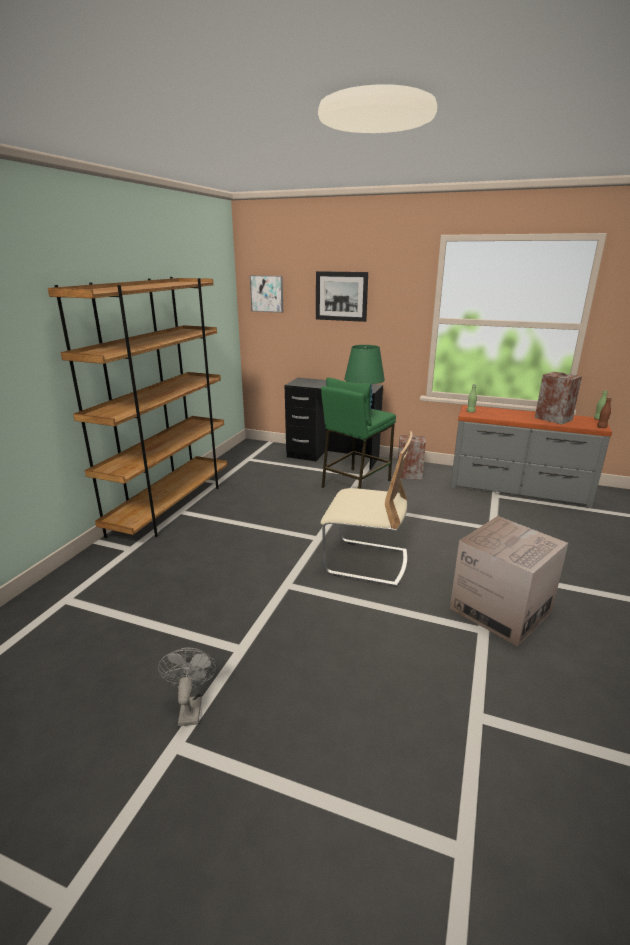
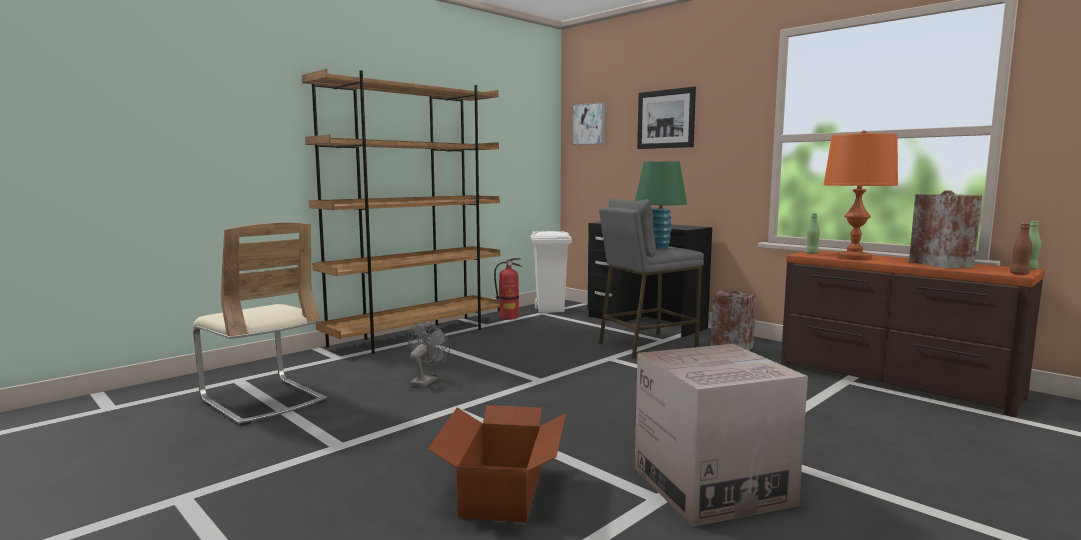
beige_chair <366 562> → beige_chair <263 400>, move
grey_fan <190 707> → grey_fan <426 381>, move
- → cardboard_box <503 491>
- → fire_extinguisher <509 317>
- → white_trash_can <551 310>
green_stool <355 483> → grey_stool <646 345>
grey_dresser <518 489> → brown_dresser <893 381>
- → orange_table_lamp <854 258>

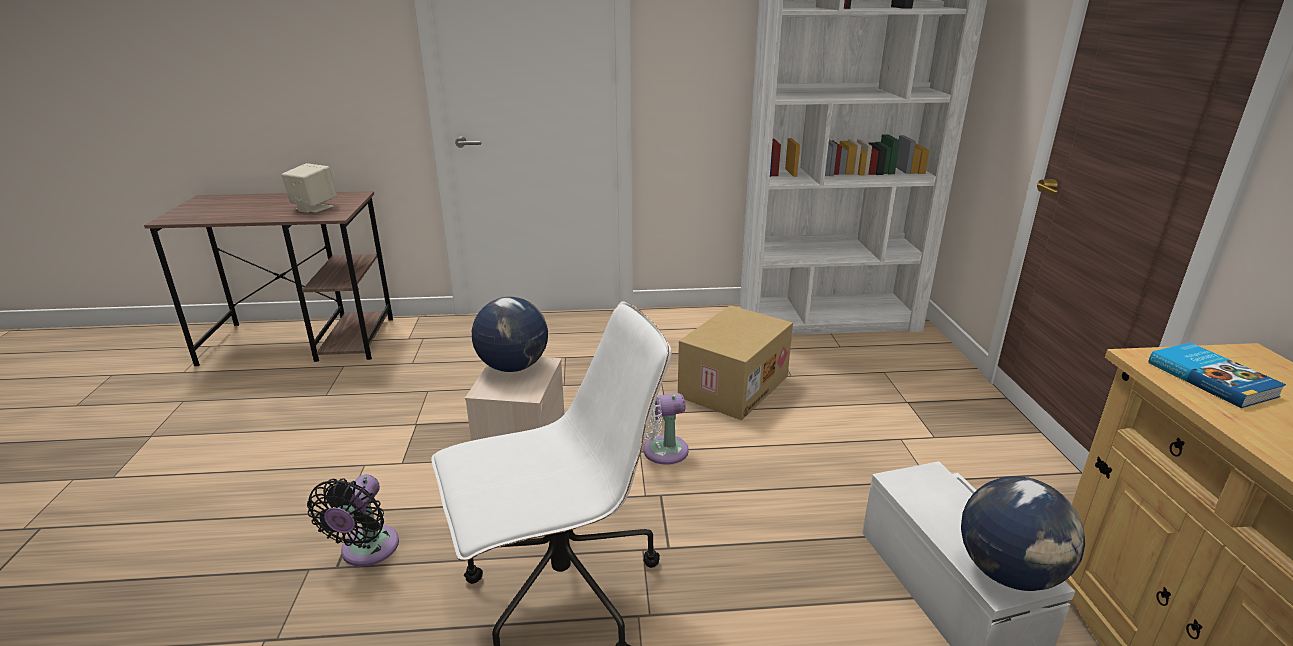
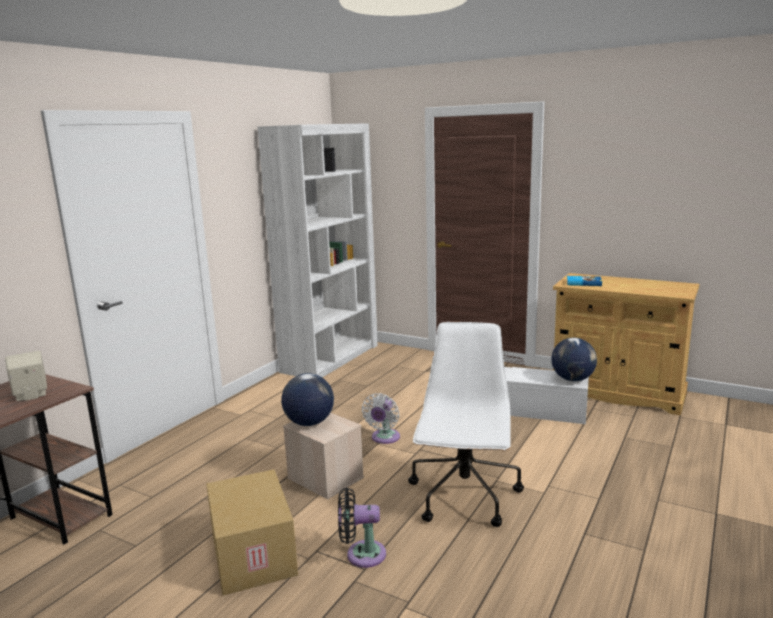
cardboard_box <732 385> → cardboard_box <251 554>, move
black_fan <367 551> → black_fan <361 554>, 135 degrees clockwise

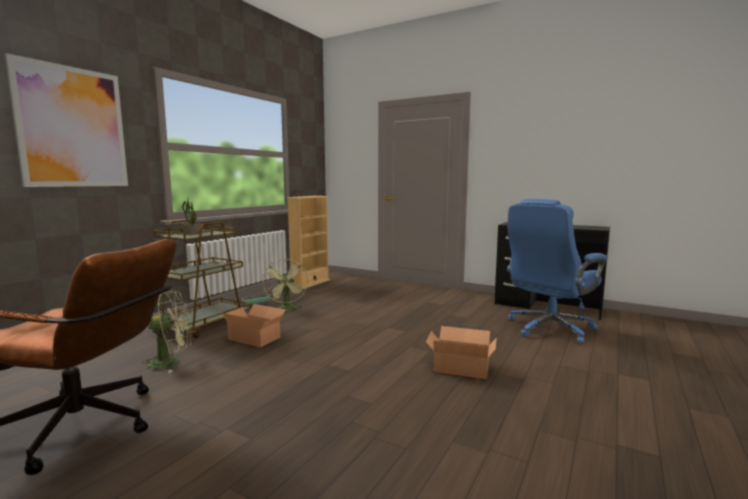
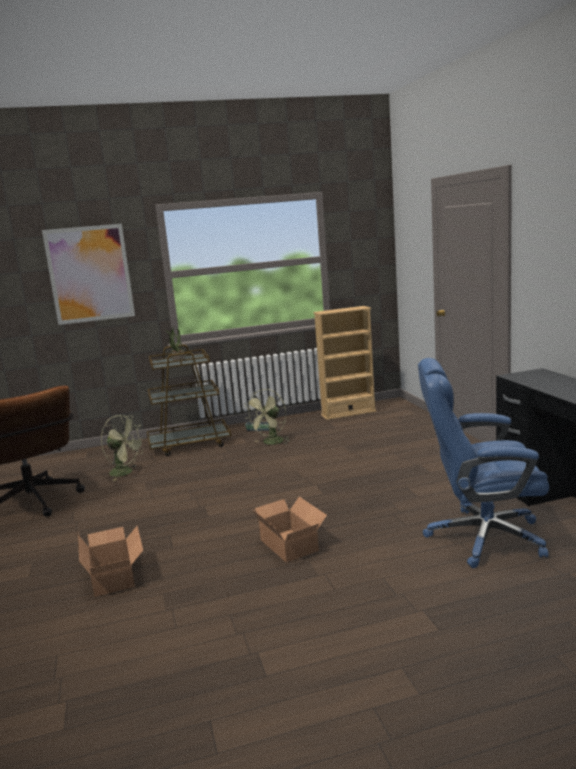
cardboard_box <254 337> → cardboard_box <115 576>, move

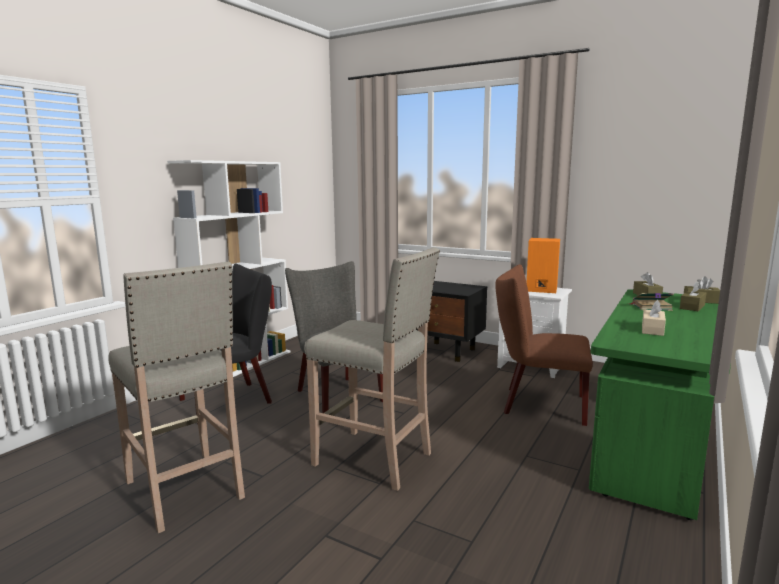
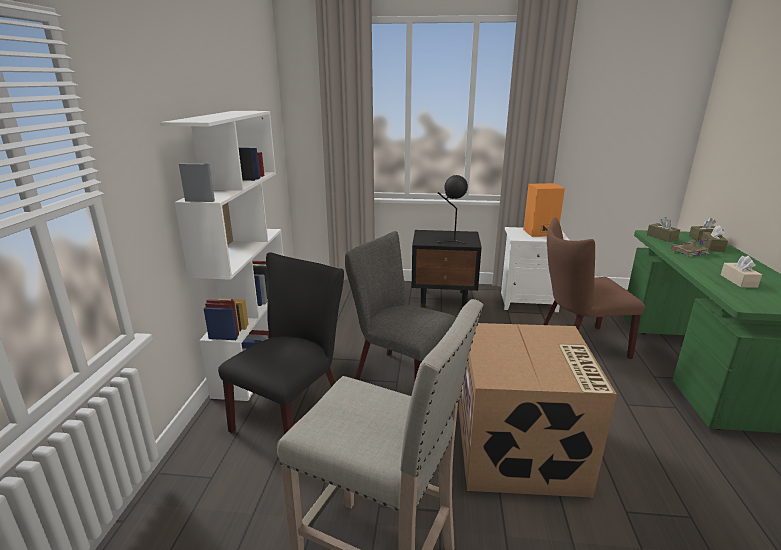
- → black_table_lamp <452 241>
beige_stool <375 460> → cardboard_box <520 450>

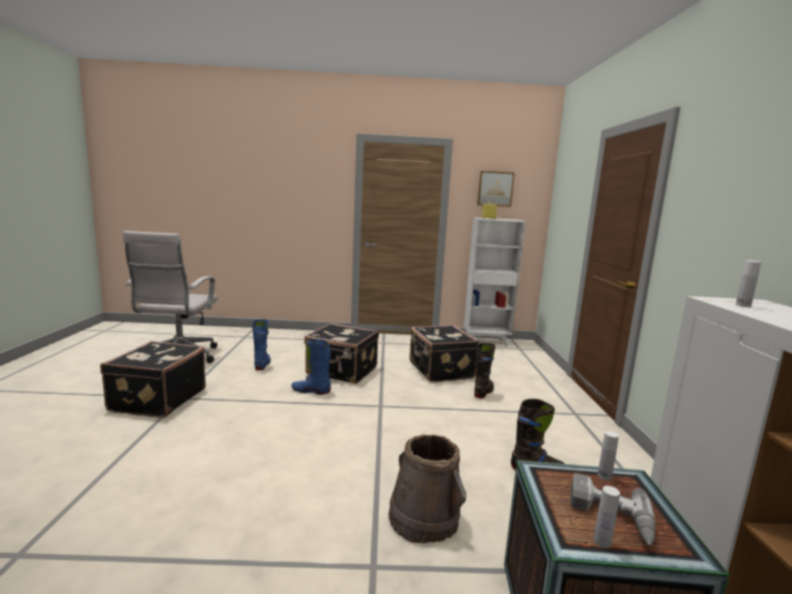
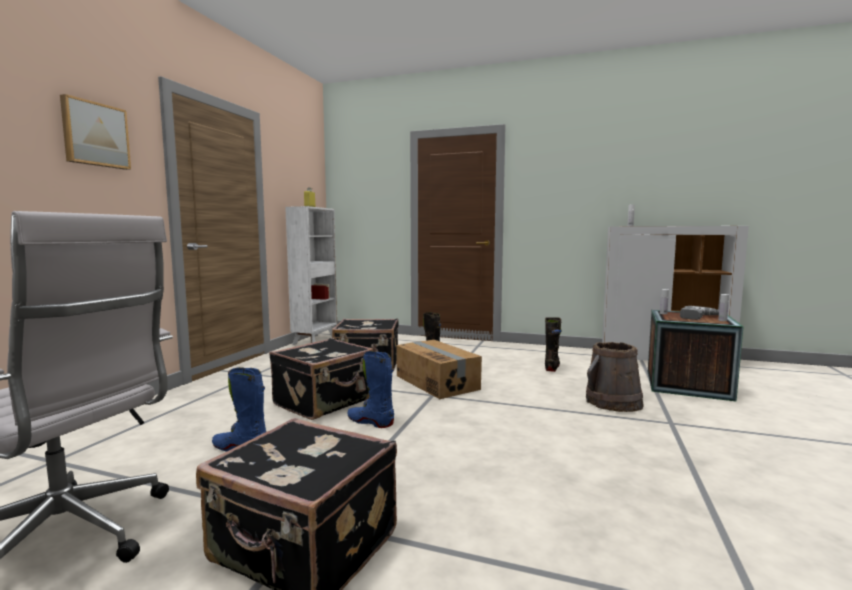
picture <495 189> → picture <95 134>, move
blue_boot <311 391> → blue_boot <370 422>, 90 degrees clockwise
- → cardboard_box <437 382>

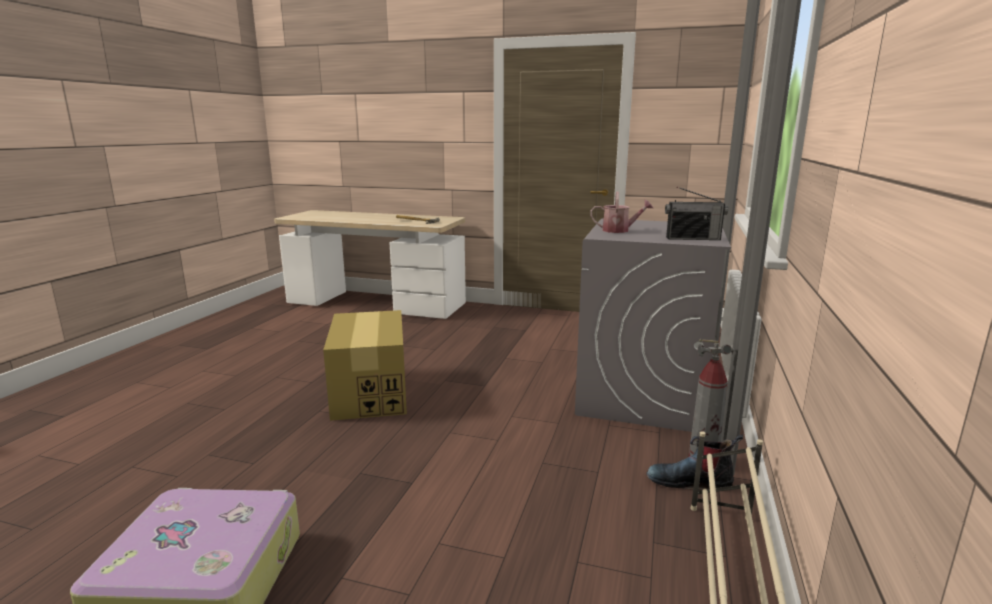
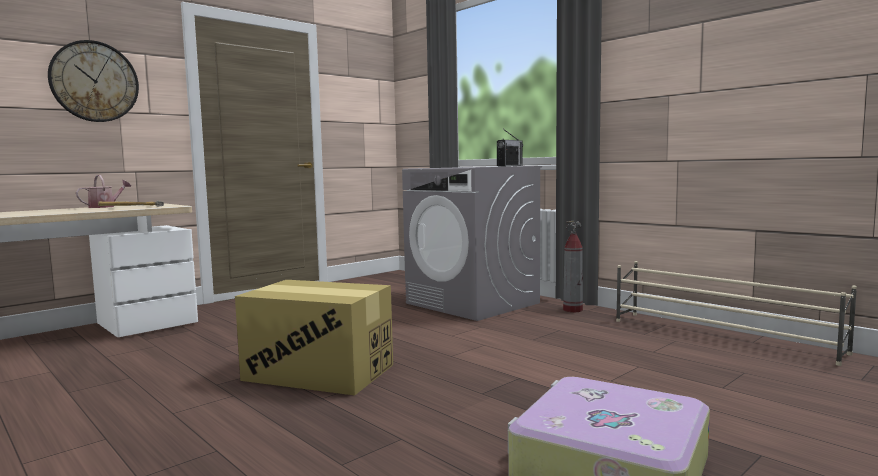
- → wall_clock <94 81>
watering_can <619 230> → watering_can <105 207>, move
boot <690 481> → -

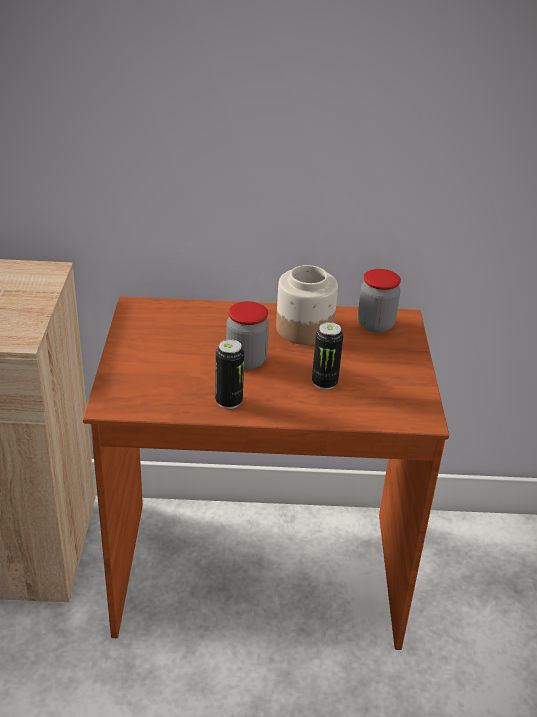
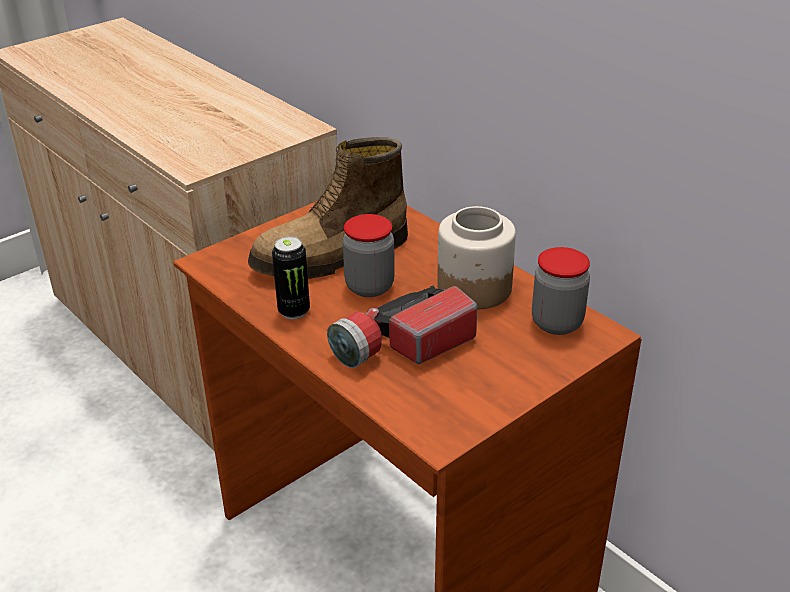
- → boot <332 257>
can <324 383> → flashlight <403 345>

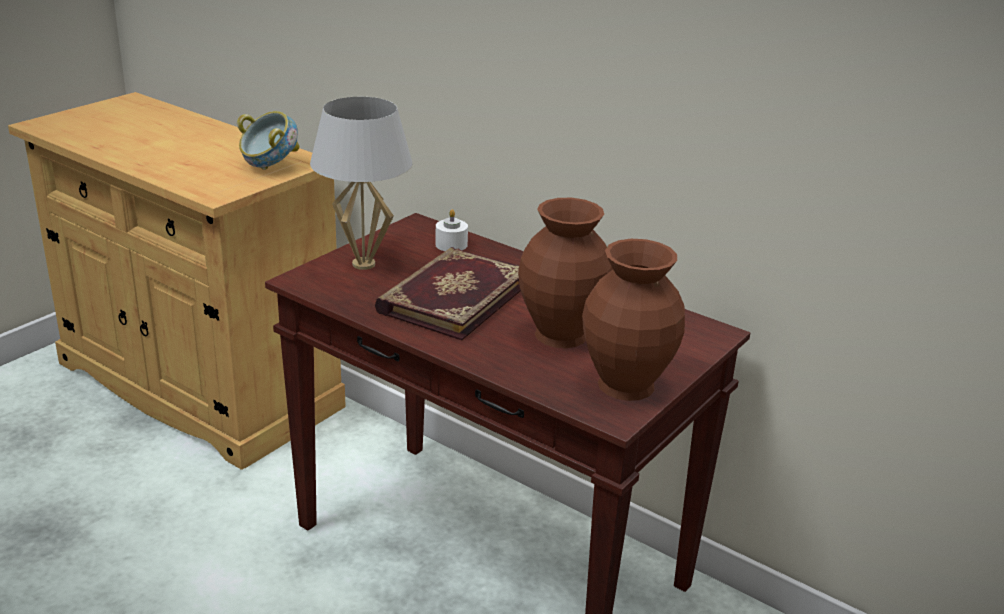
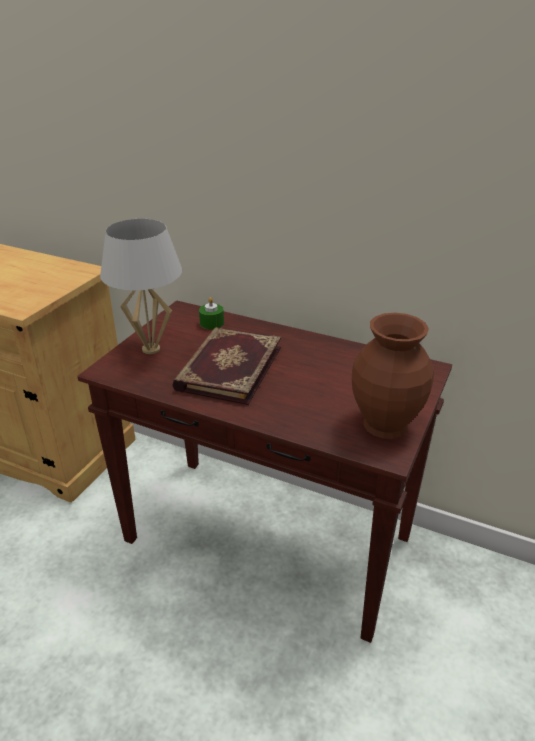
white_candle <451 245> → green_candle <212 323>
bowl <269 167> → -
brown_vase <563 335> → -

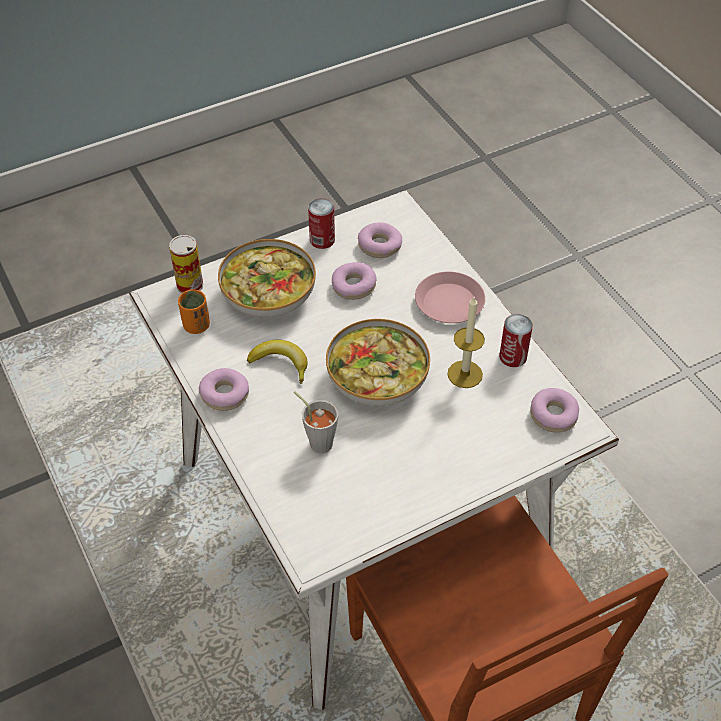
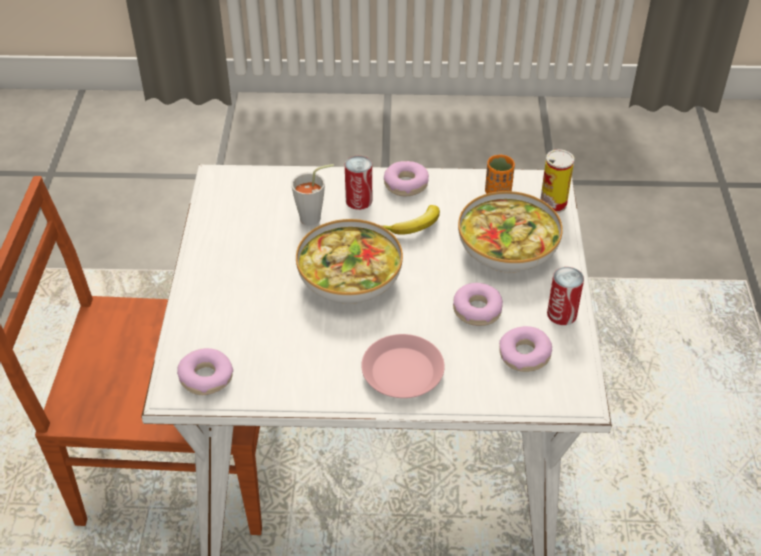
can <513 356> → can <359 200>, move
candle <465 374> → -

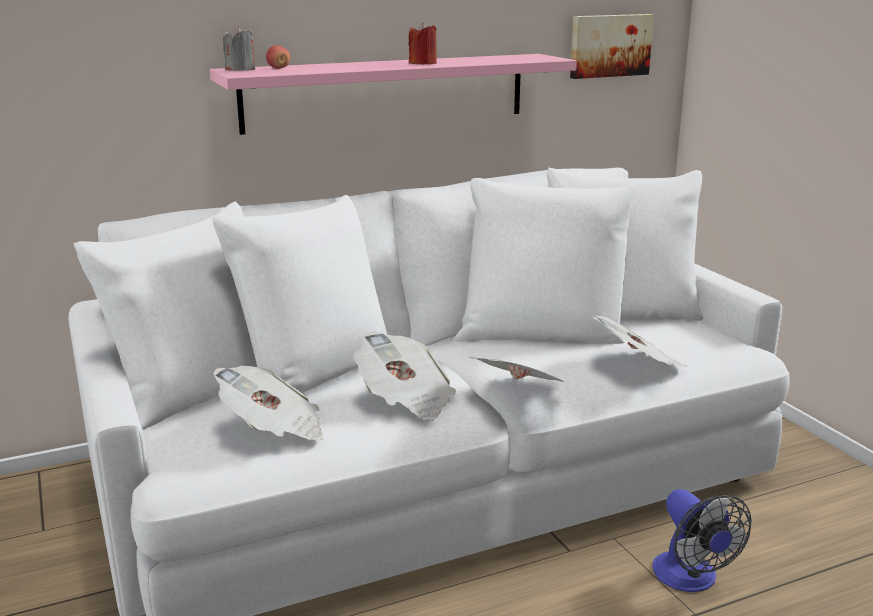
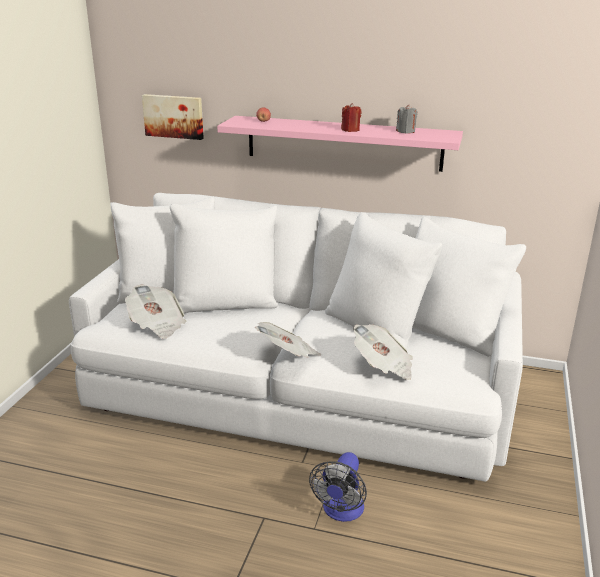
picture <609 45> → picture <174 116>, move
grey_candle <240 70> → grey_candle <405 131>, move
newspaper <406 400> → -

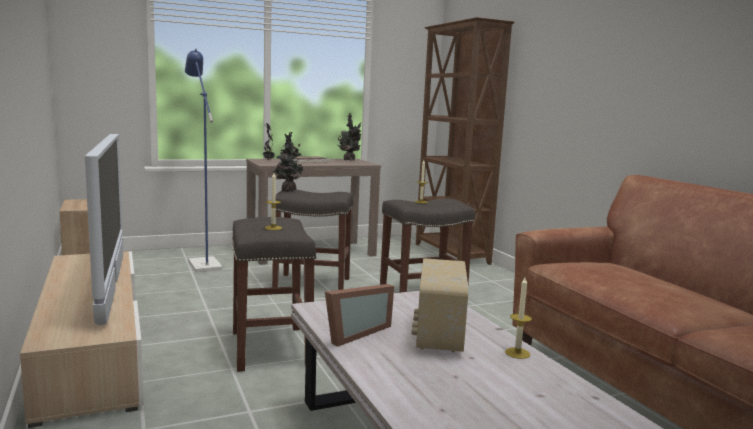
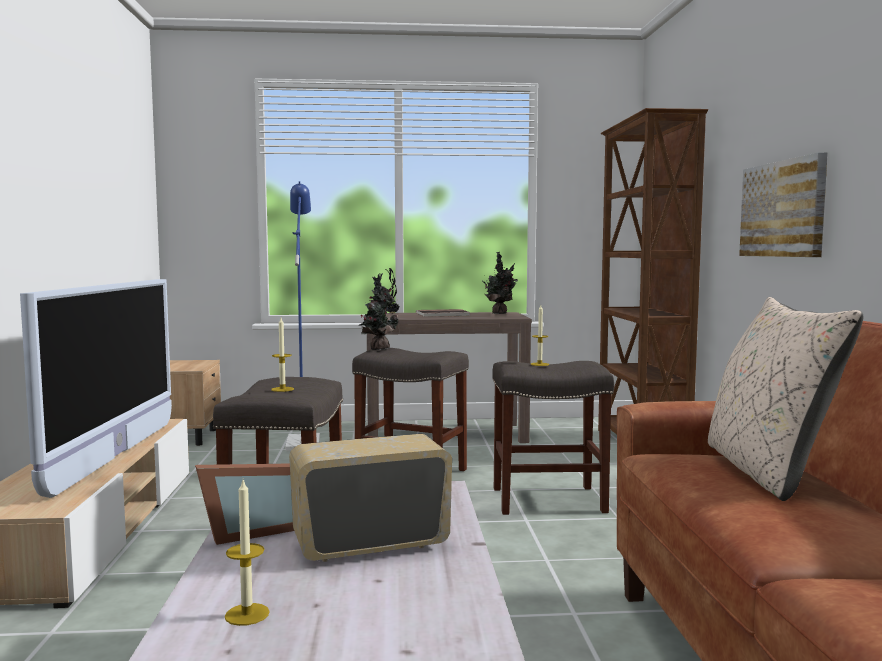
candle <517 353> → candle <247 614>, move
radio <438 336> → radio <370 545>, 45 degrees clockwise
- → beige_pillow <767 471>
- → picture <783 209>

